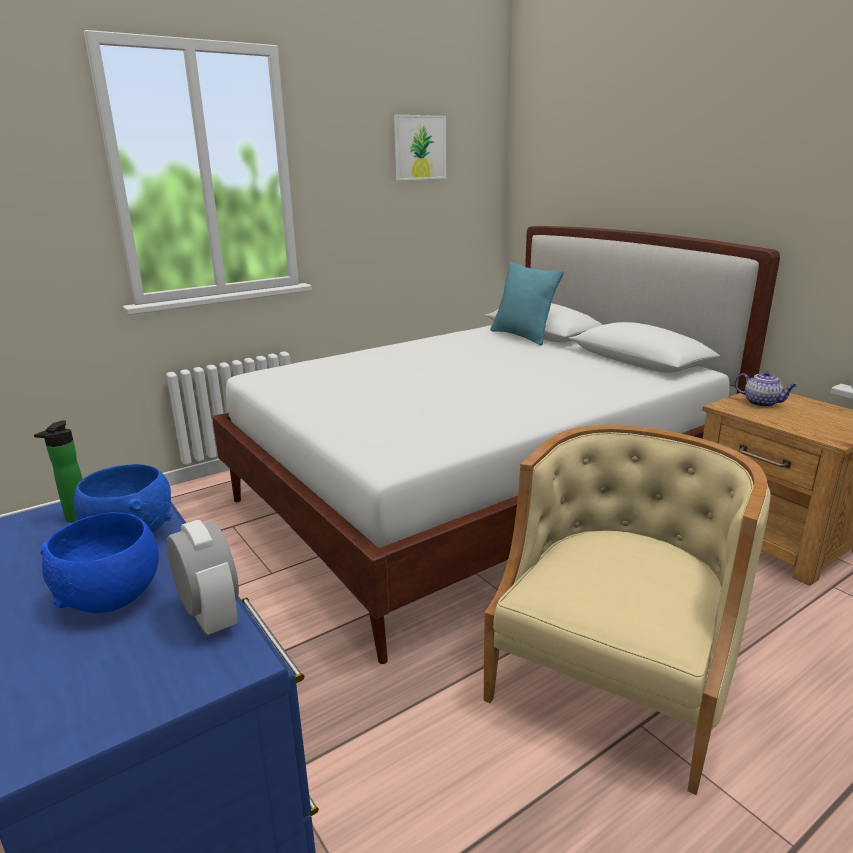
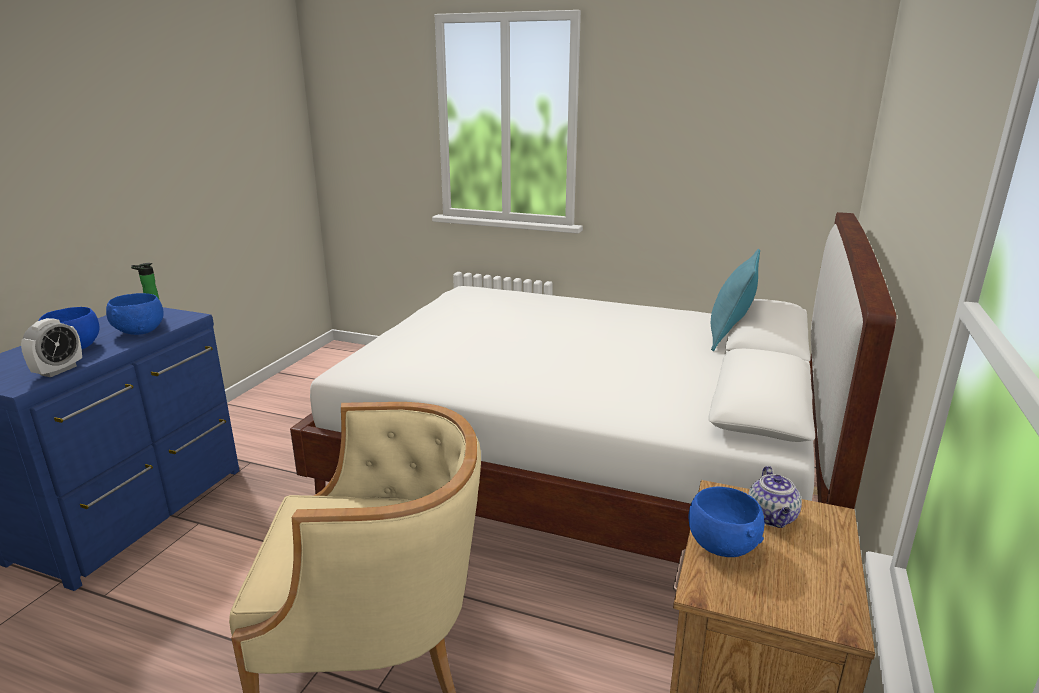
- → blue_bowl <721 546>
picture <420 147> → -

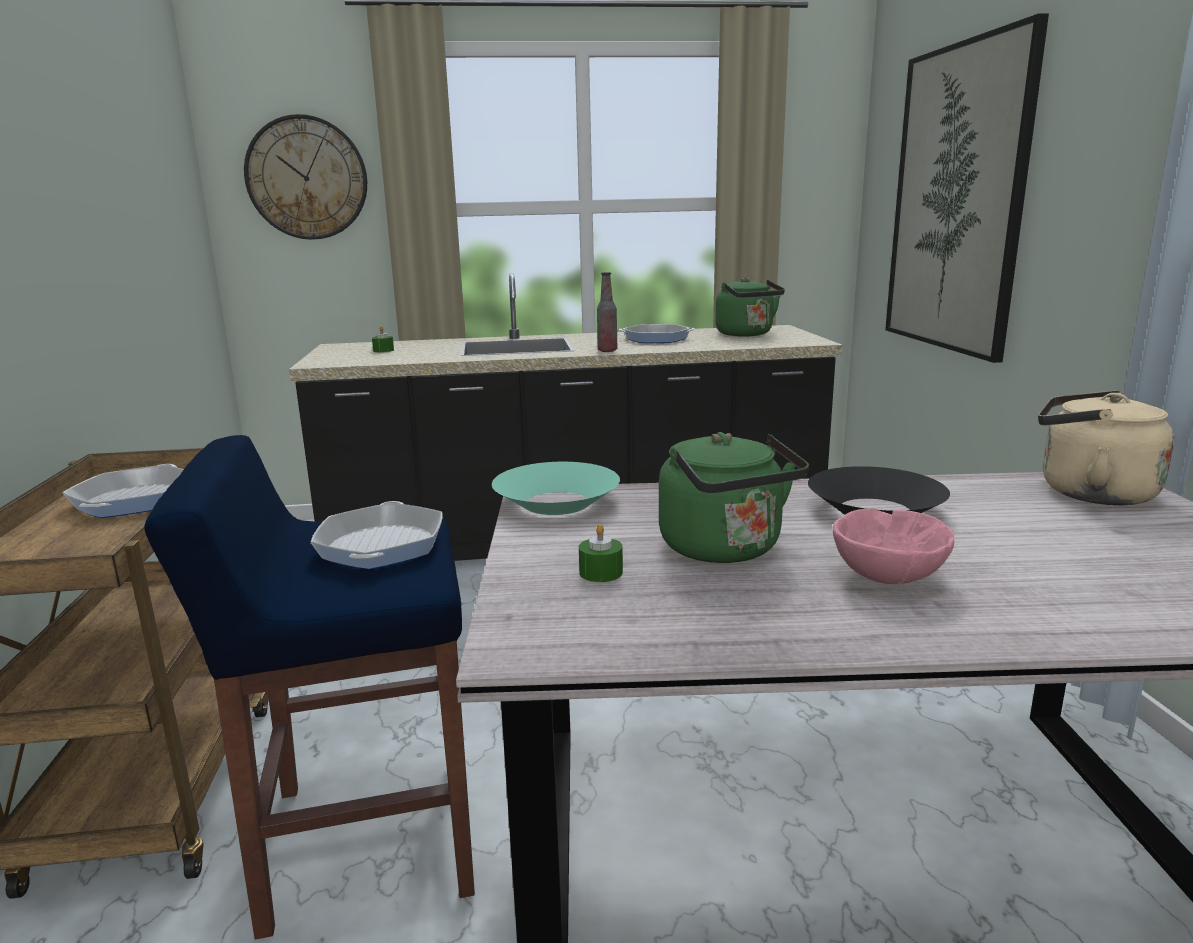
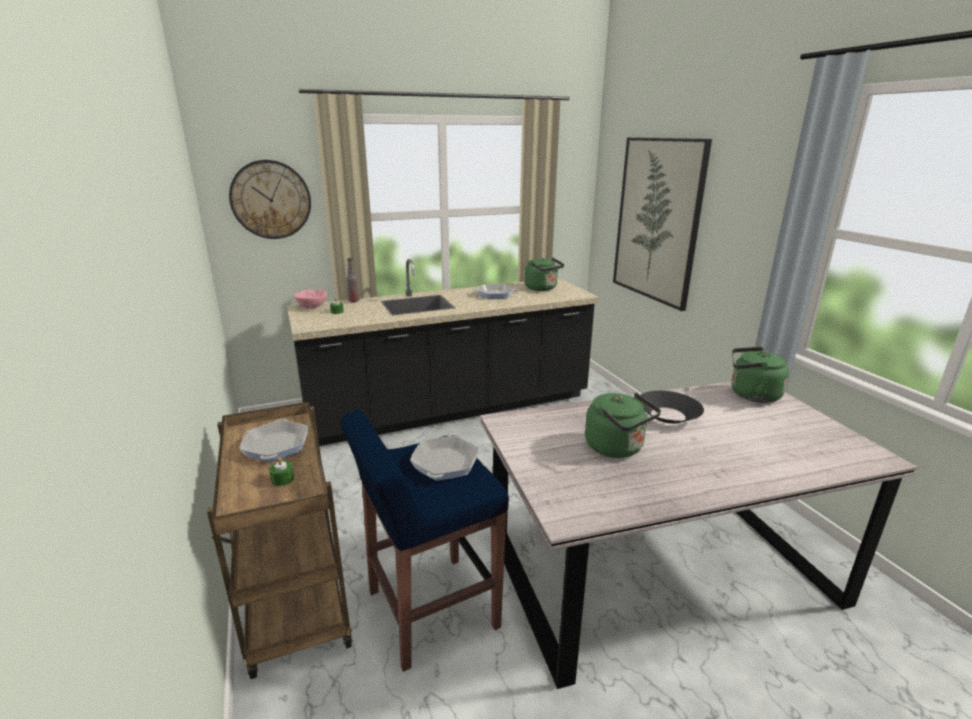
green_candle <601 572> → green_candle <282 479>, move
pink_bowl <887 576> → pink_bowl <312 307>, move
bottle <607 350> → bottle <353 301>, move
frying_pan <381 545> → frying_pan <445 463>, 150 degrees counterclockwise
beige_kettle <1088 493> → green_kettle <751 395>
turquoise_bowl <556 503> → -

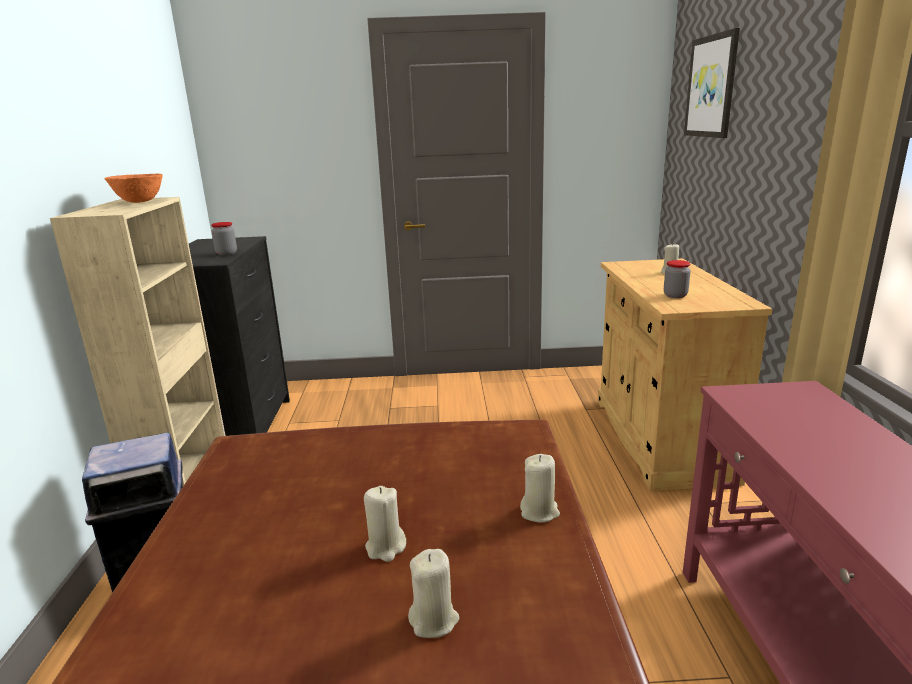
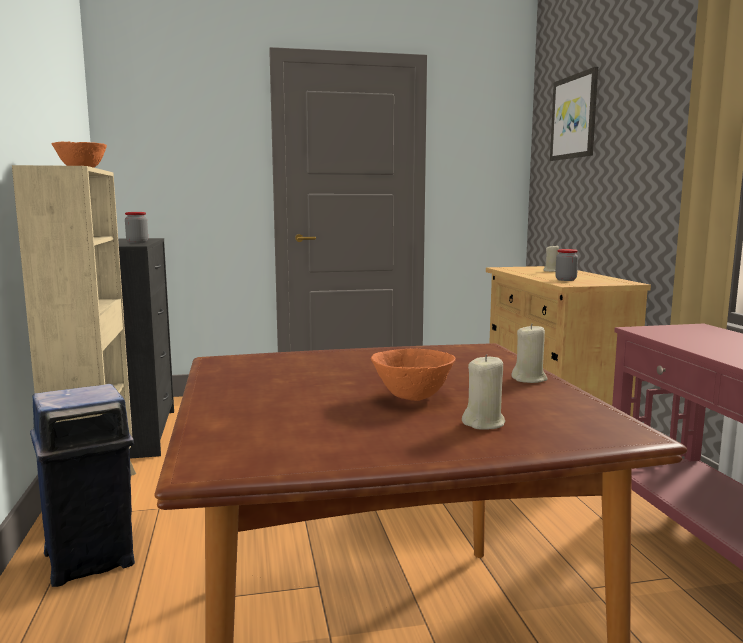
beige_candle <386 547> → orange_bowl <411 397>

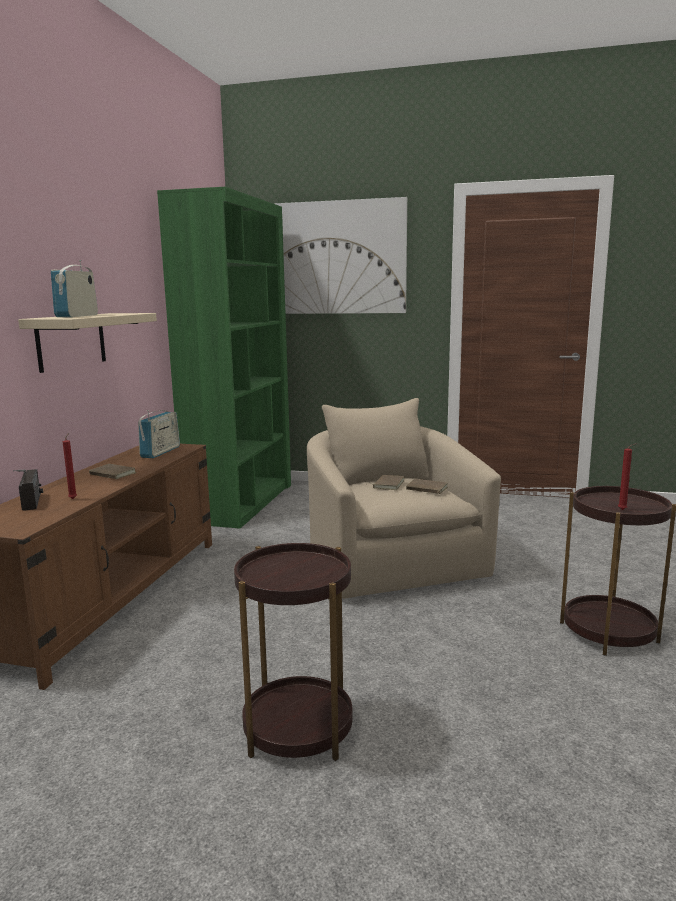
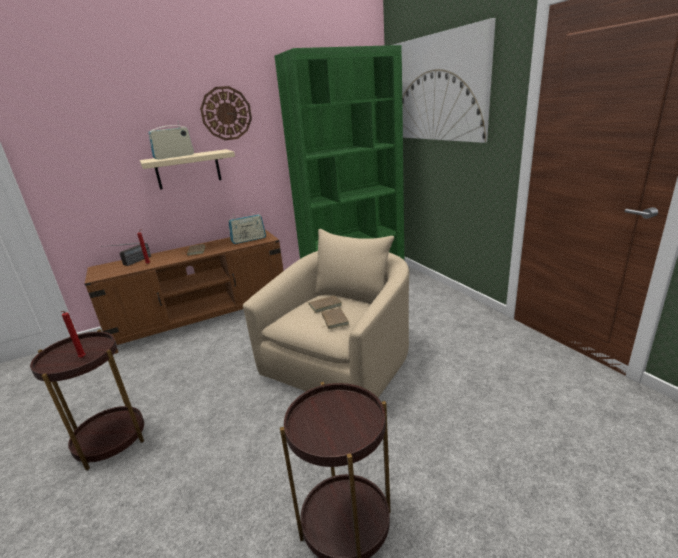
red_candle <623 510> → red_candle <82 358>, move
- → wall_clock <226 113>

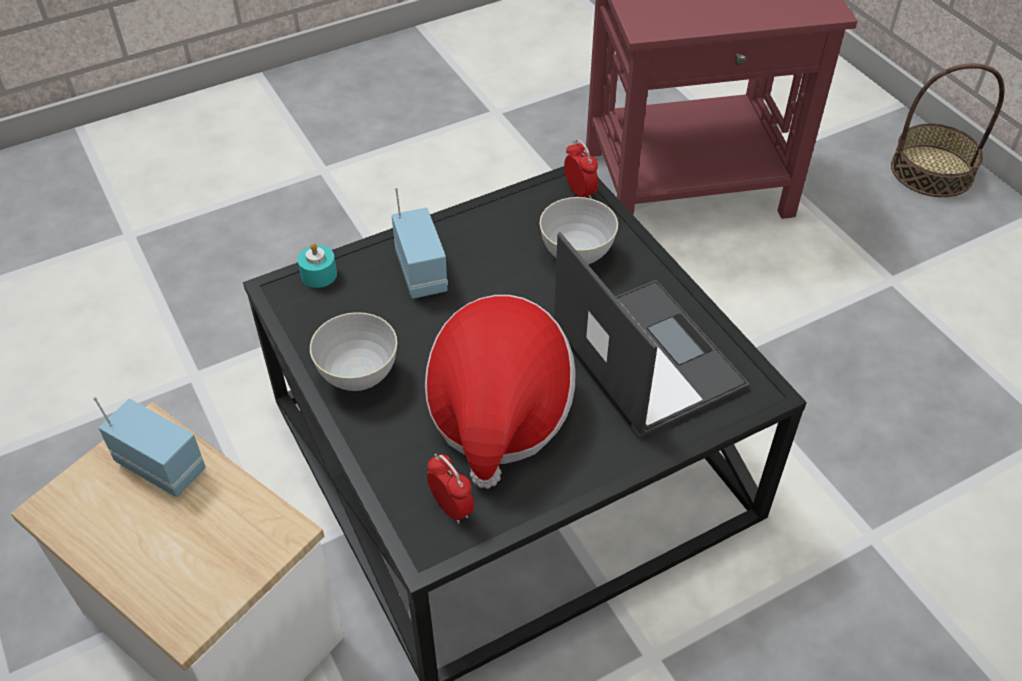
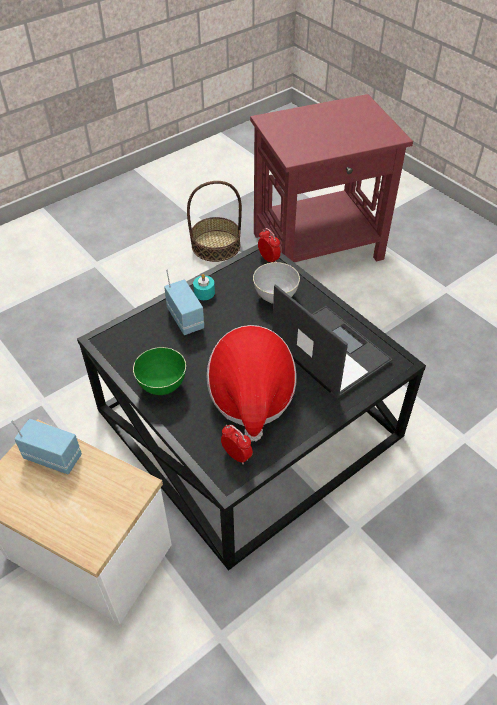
grey_bowl <358 375> → green_bowl <162 385>
basket <932 170> → basket <216 245>, move
turquoise_candle <319 274> → turquoise_candle <204 293>, move

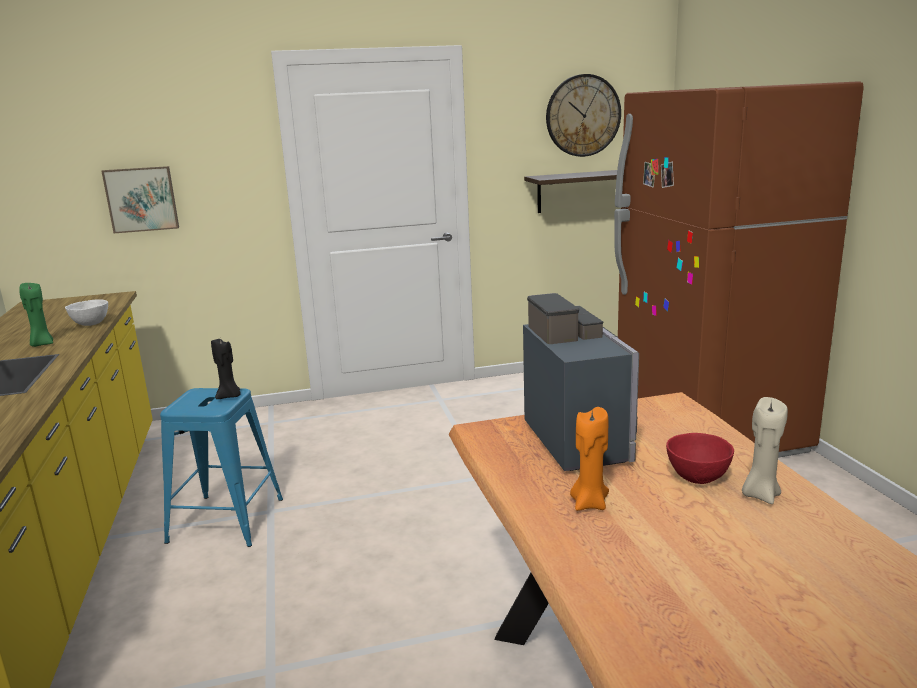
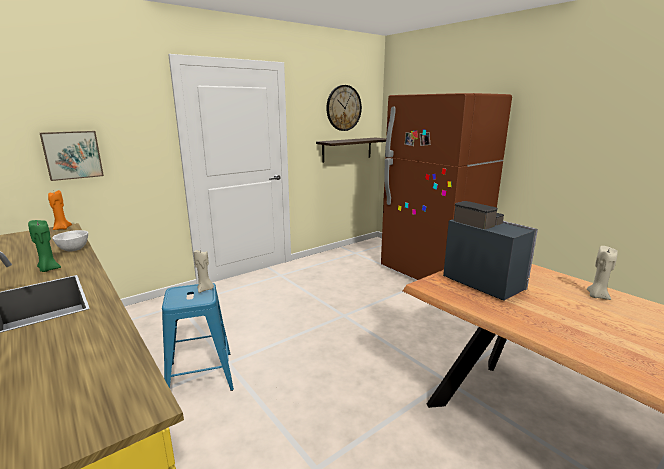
orange_candle <589 503> → orange_candle <62 228>, move
black_candle <229 396> → beige_candle <205 289>
red_bowl <698 477> → -

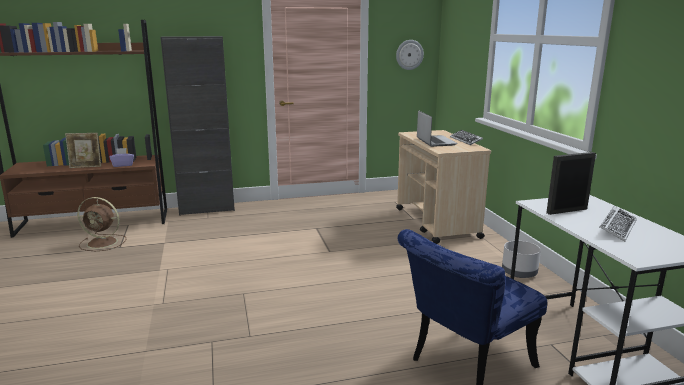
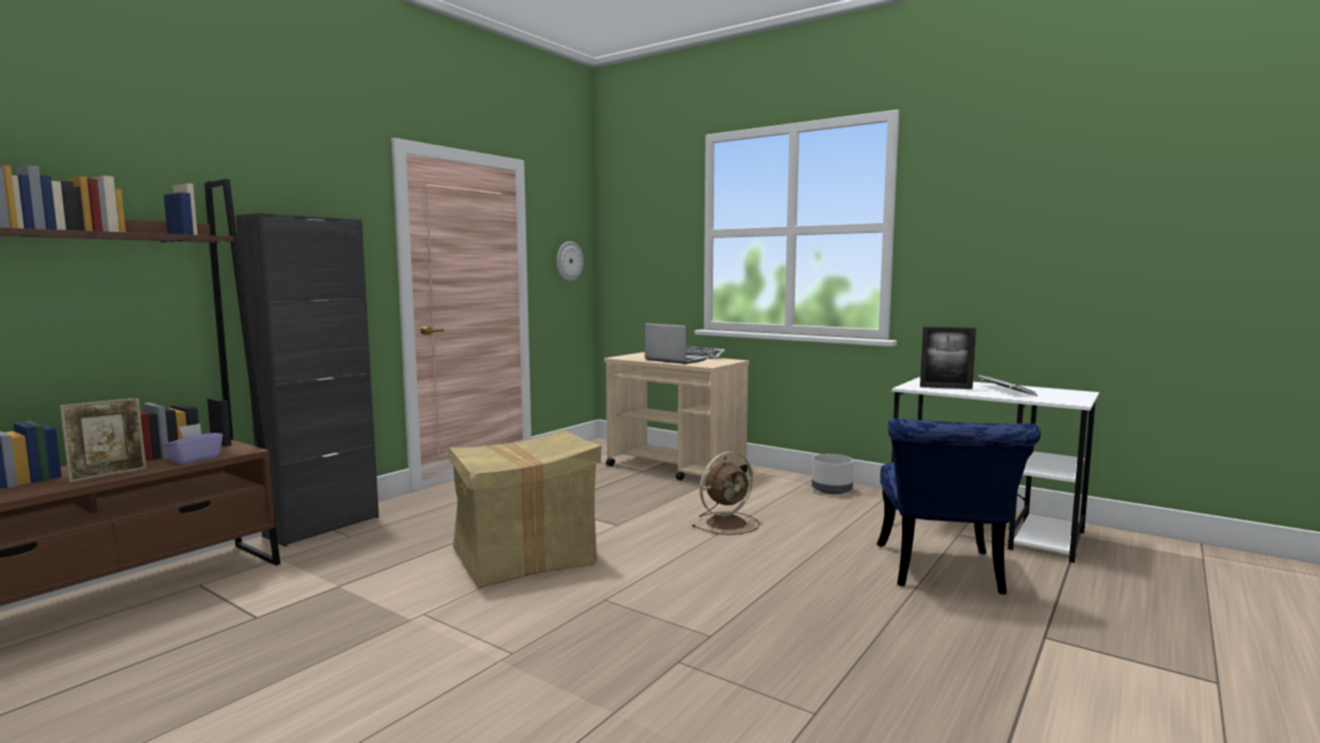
- → cardboard_box <524 557>
brown_fan <103 243> → brown_fan <727 523>, move
picture_frame <566 211> → picture_frame <945 387>, 105 degrees counterclockwise

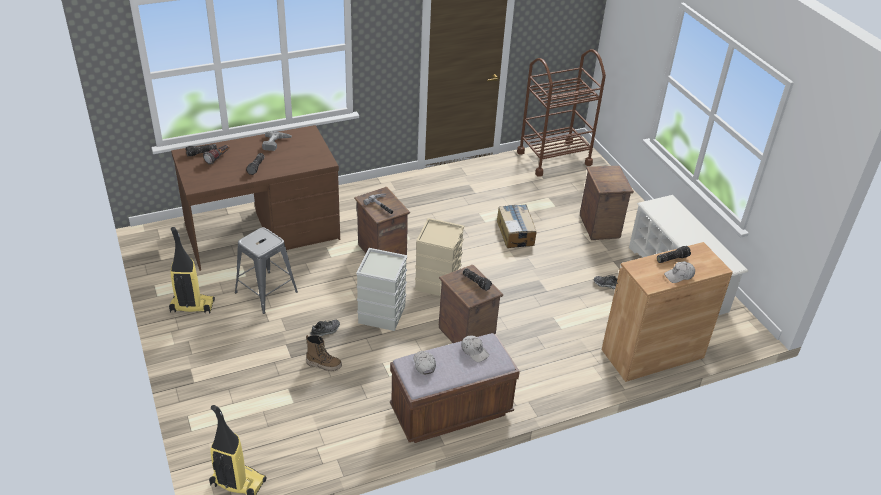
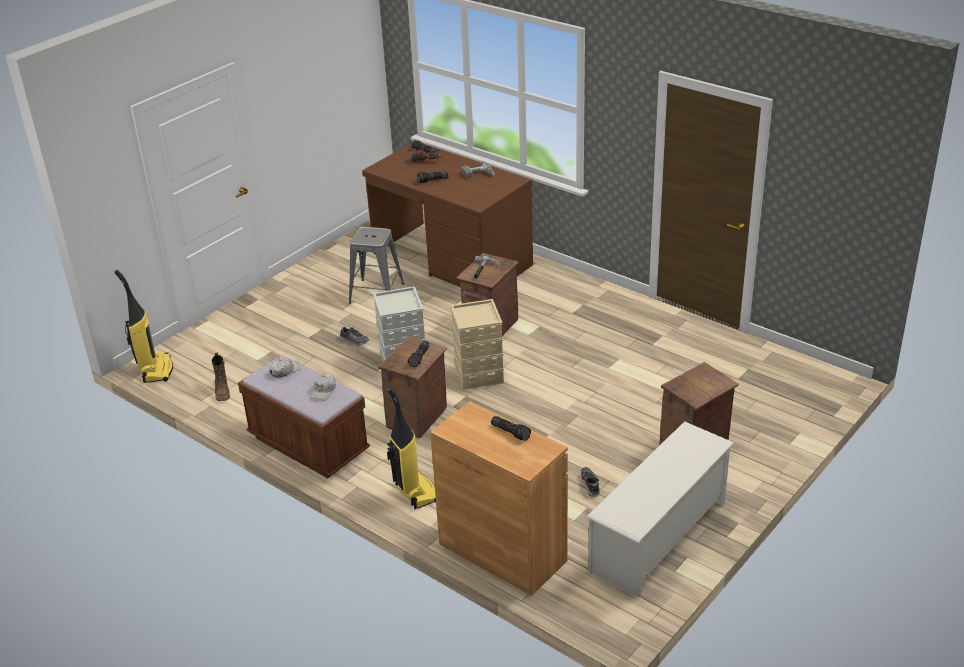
boot <324 365> → boot <222 392>, move
vacuum_cleaner <191 307> → vacuum_cleaner <414 492>, move
cardboard_box <515 232> → -
brown_cart <554 158> → -
white_cap <679 275> → -

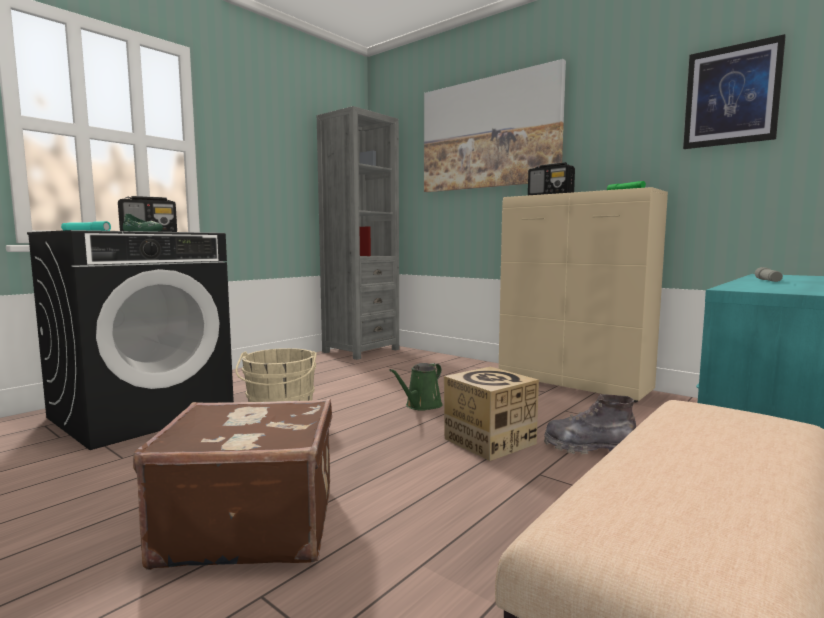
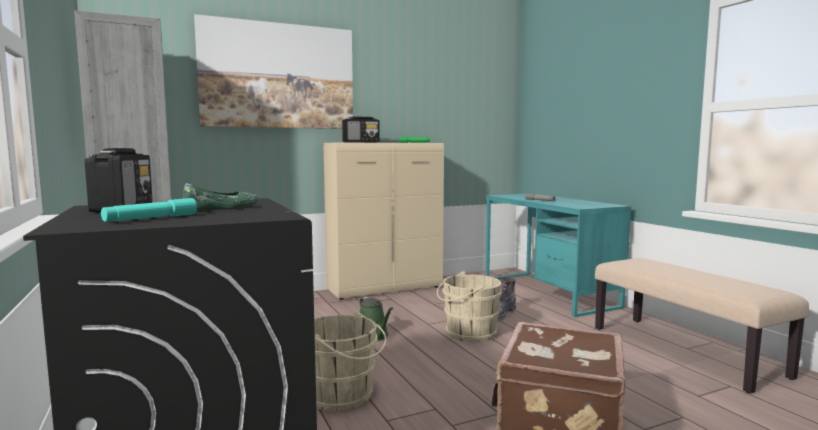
cardboard_box <489 441> → beige_bucket <467 333>
picture <731 96> → -

